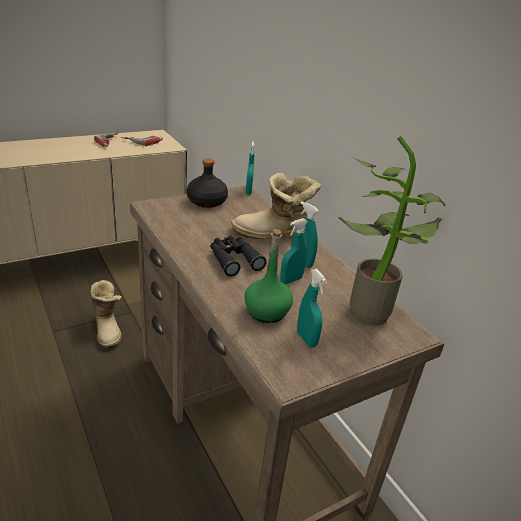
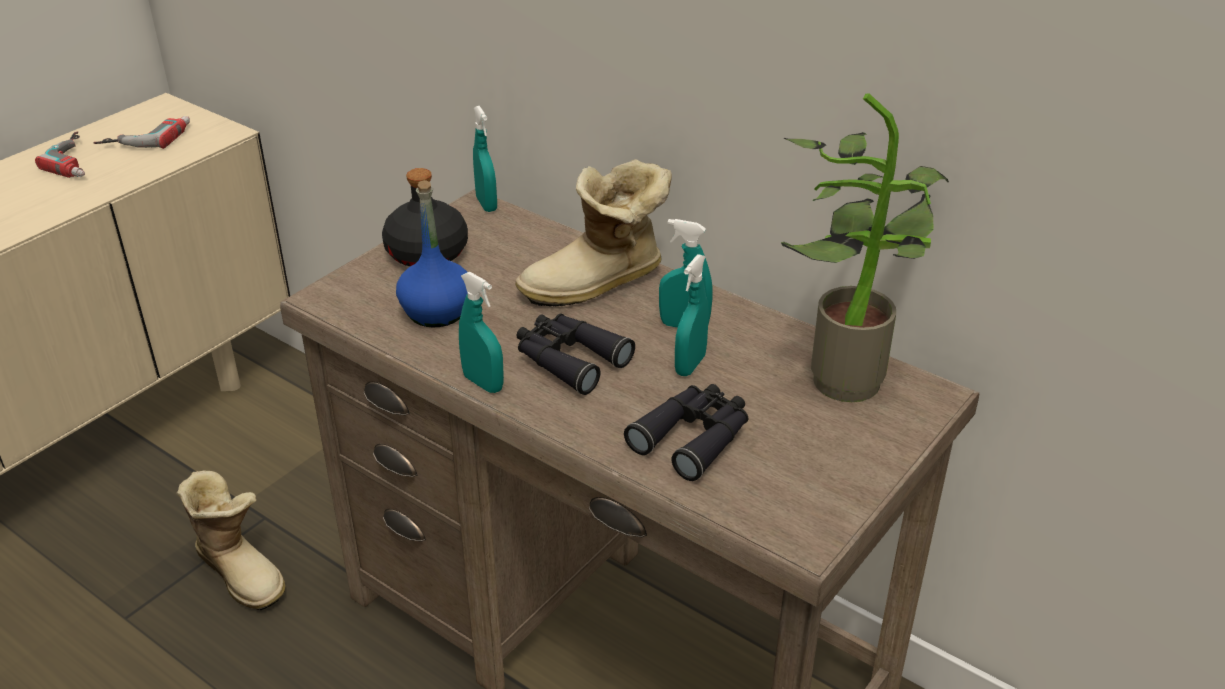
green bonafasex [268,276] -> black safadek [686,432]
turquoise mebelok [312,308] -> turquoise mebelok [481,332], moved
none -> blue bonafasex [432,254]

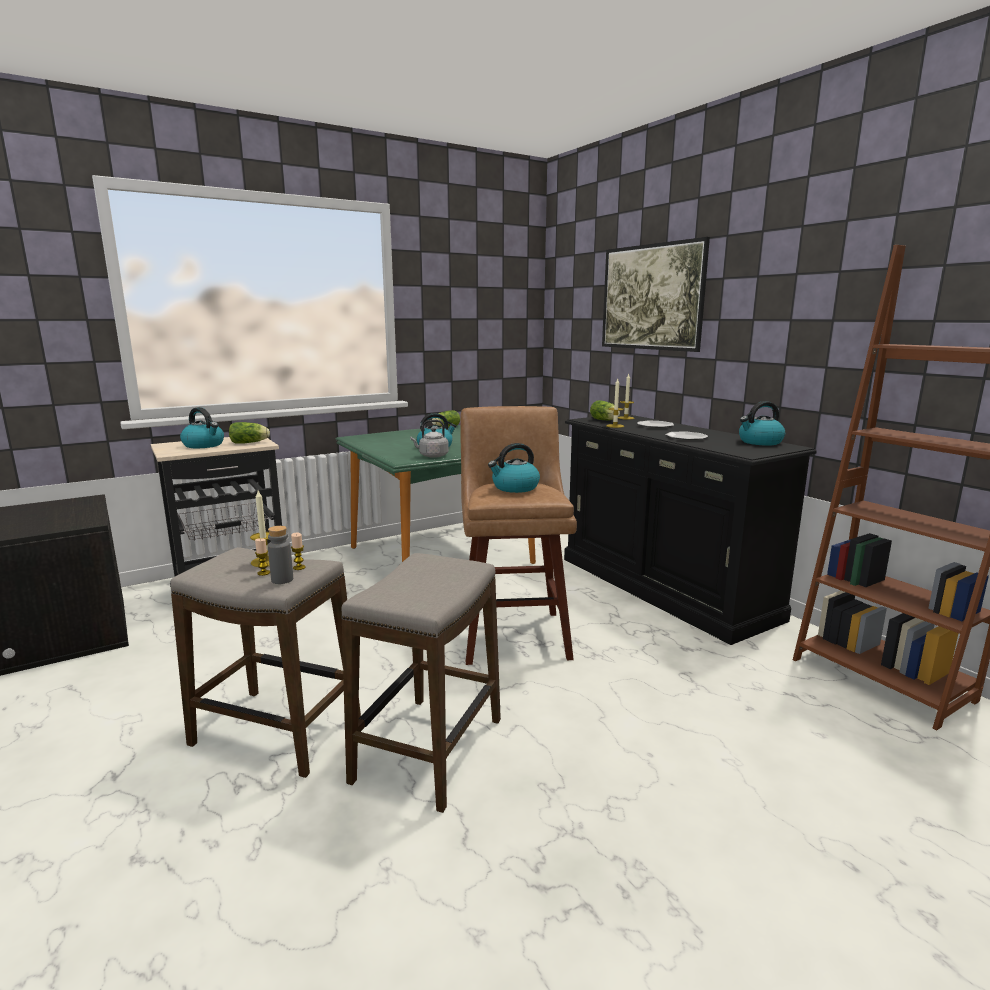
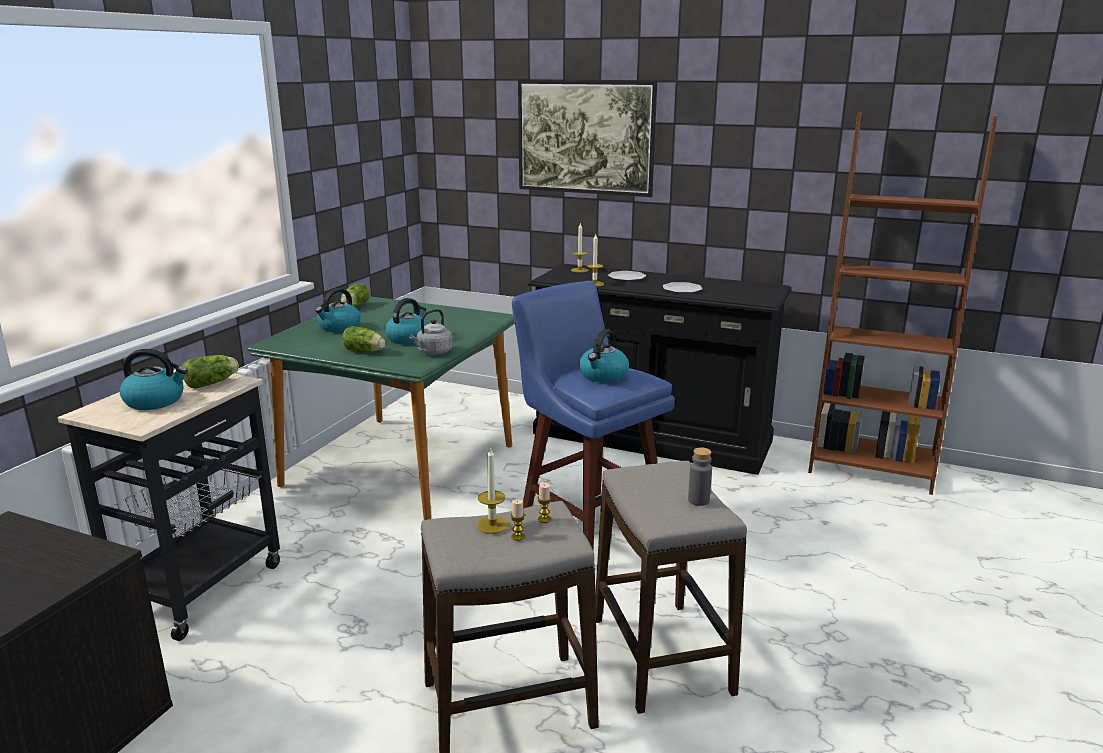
grey bonafasex [280,555] -> grey bonafasex [700,476], moved
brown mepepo [518,535] -> blue mepepo [593,415]
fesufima [605,410] -> fesufima [363,339], moved
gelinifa [762,423] -> gelinifa [338,310], moved

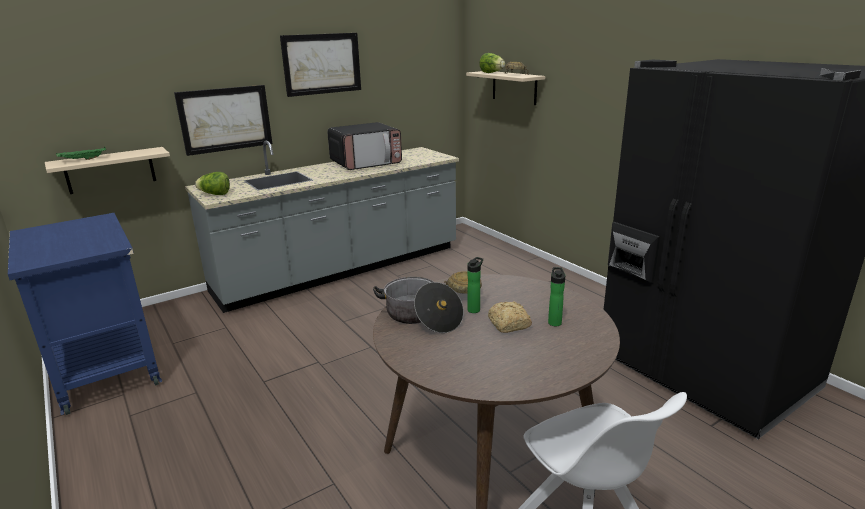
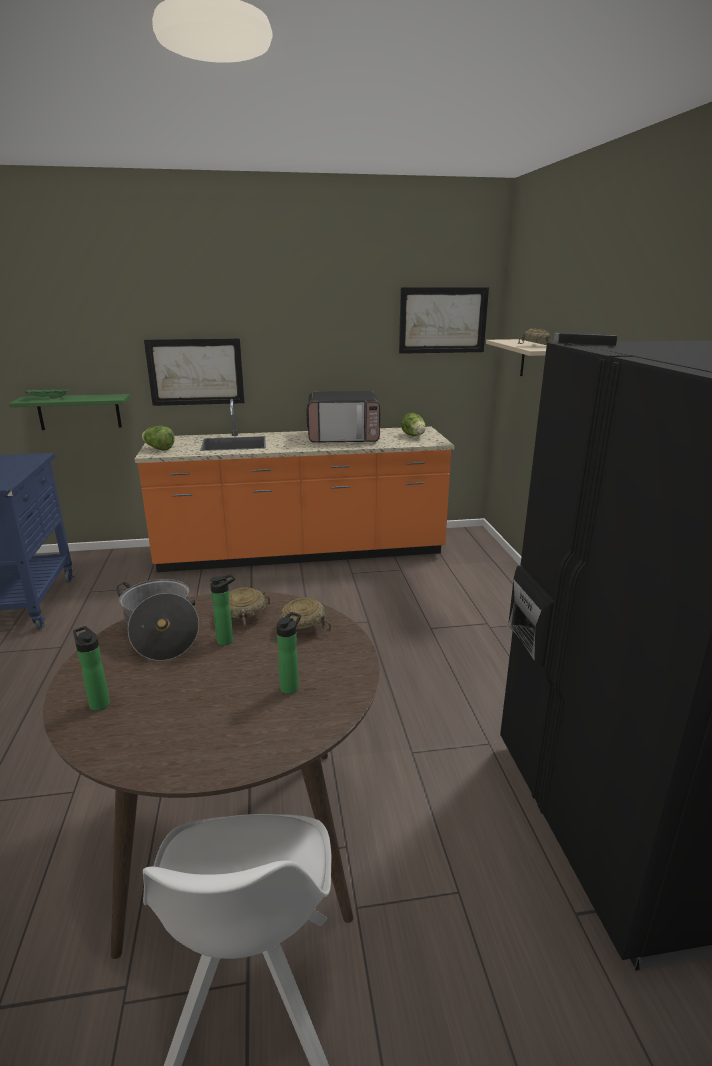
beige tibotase [107,170] -> green tibotase [69,412]
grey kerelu [322,227] -> orange kerelu [295,485]
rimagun [320,65] -> rimagun [444,320], moved
fesufima [492,63] -> fesufima [413,424], moved
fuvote [510,317] -> none
none -> bonafasex [91,668]
none -> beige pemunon [304,617]

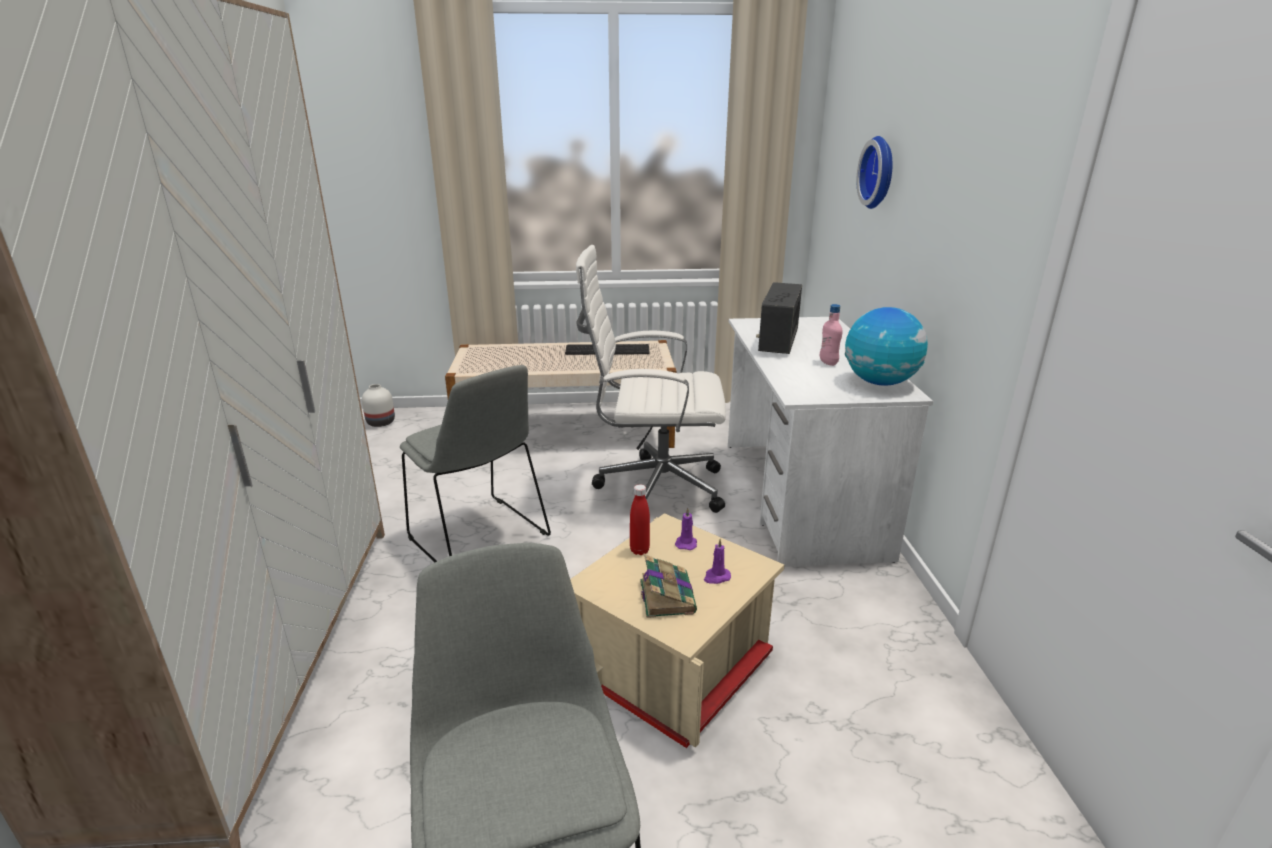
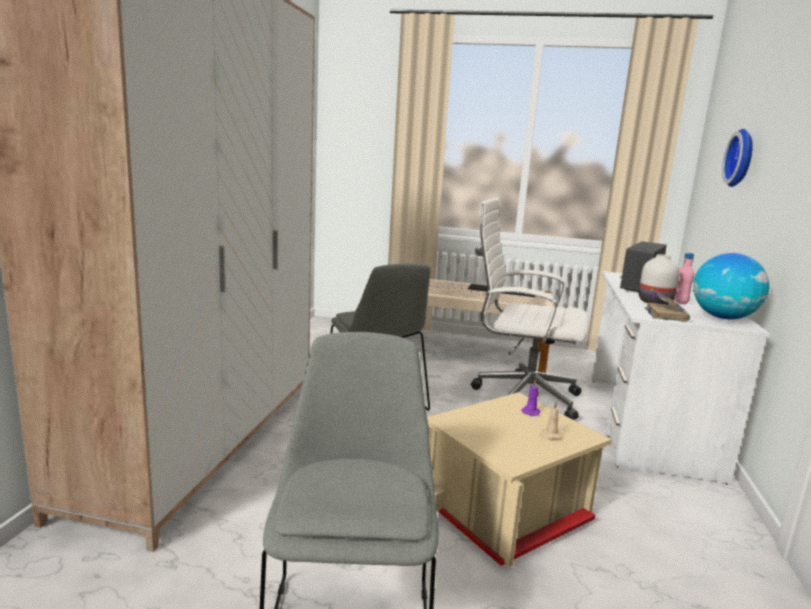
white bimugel [378,405] -> white bimugel [659,279], moved
red bonafasex [640,519] -> none
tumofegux [668,586] -> tumofegux [667,305], moved
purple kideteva [717,561] -> beige kideteva [551,420]

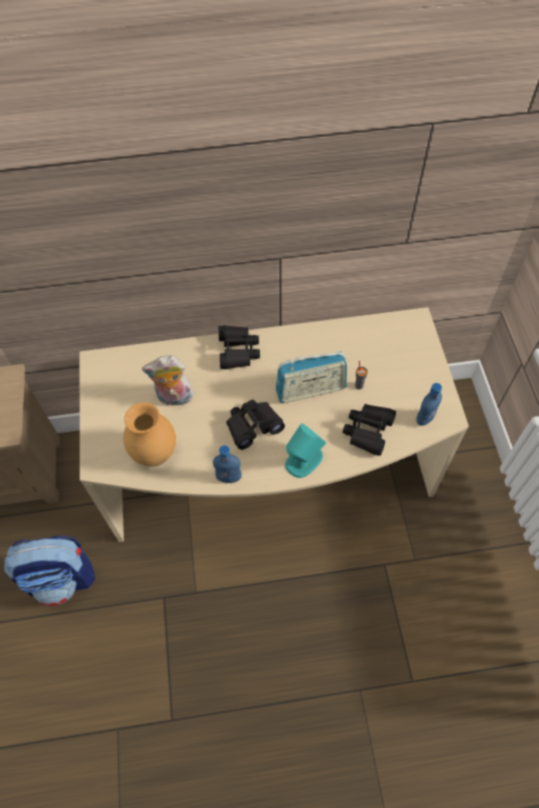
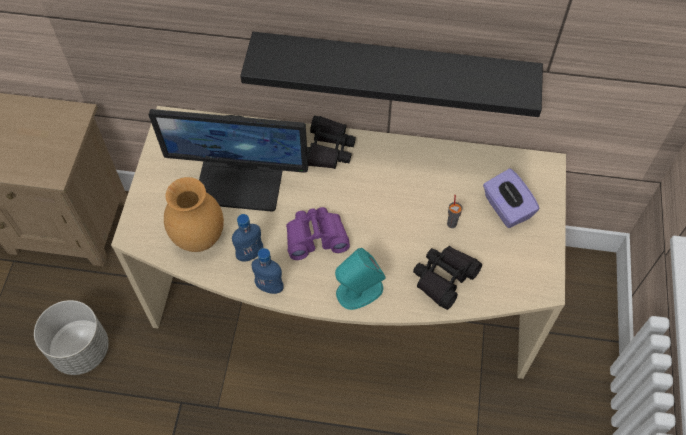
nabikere [49,571] -> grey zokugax [71,337]
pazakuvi [167,380] -> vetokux [228,160]
black safadek [255,425] -> purple safadek [318,233]
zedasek [311,377] -> none
blue bonafasex [429,404] -> blue bonafasex [247,238], moved
none -> black tibotase [391,74]
none -> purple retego [511,198]

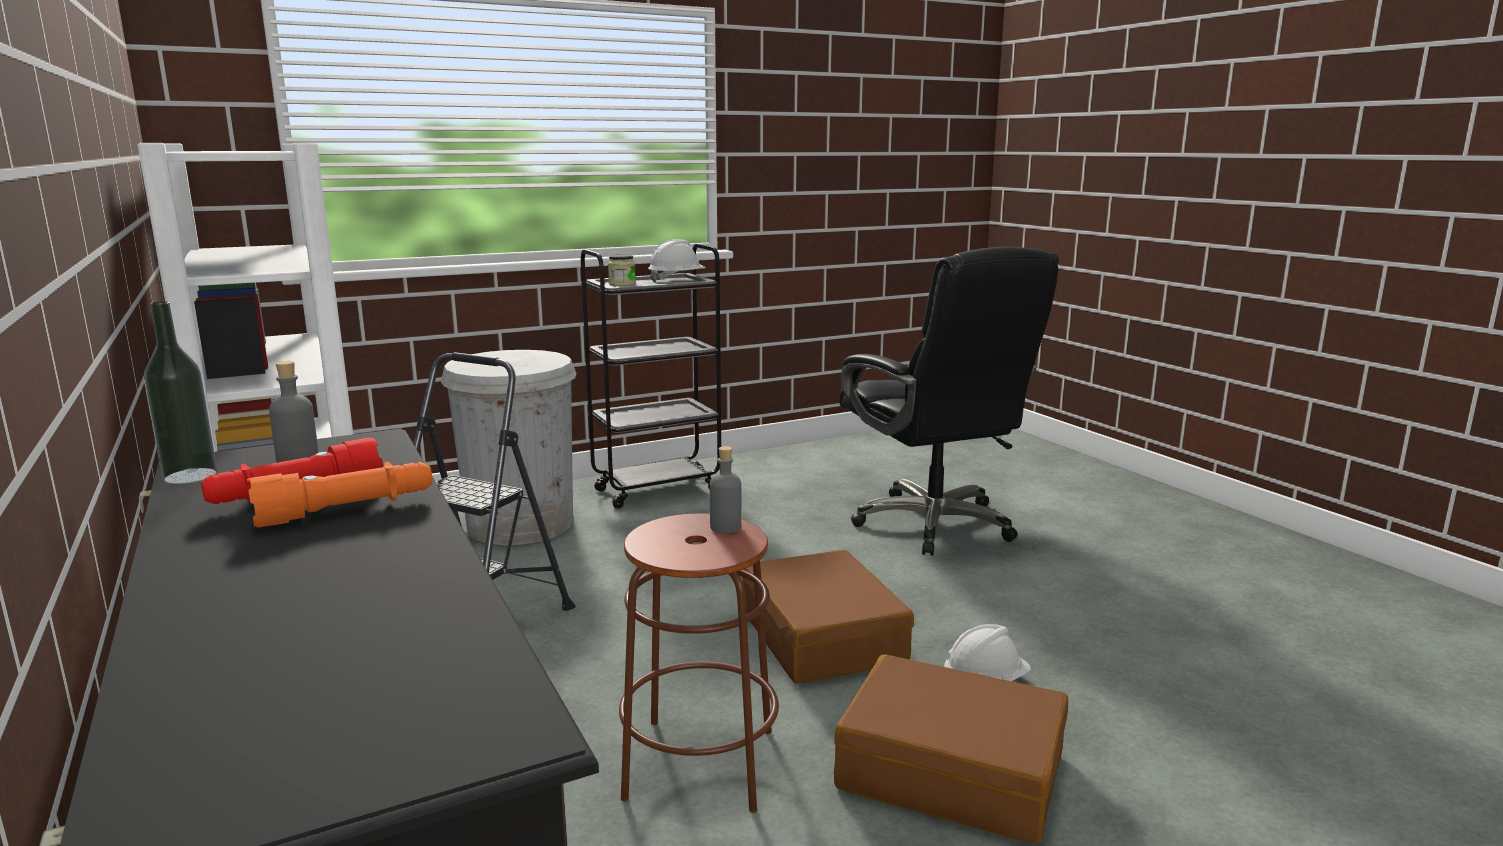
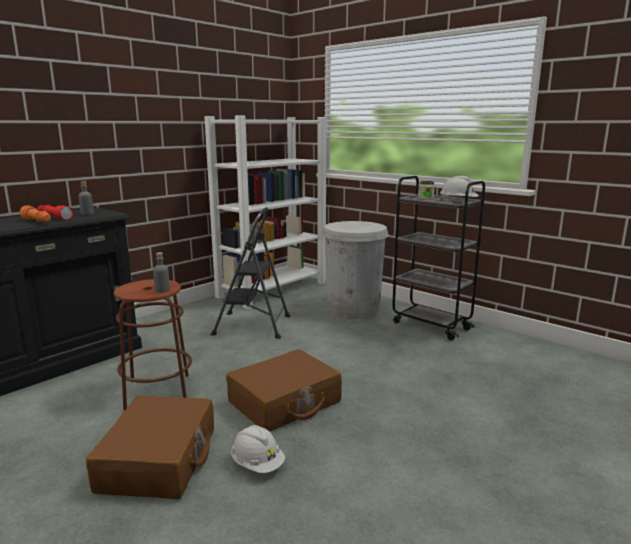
bonafasex [180,392] -> none
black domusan [949,401] -> none

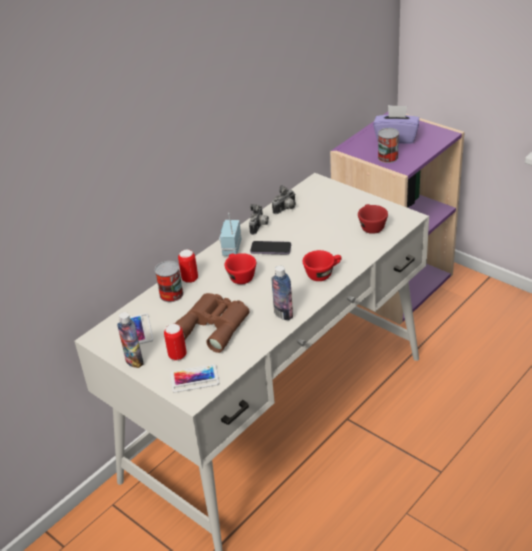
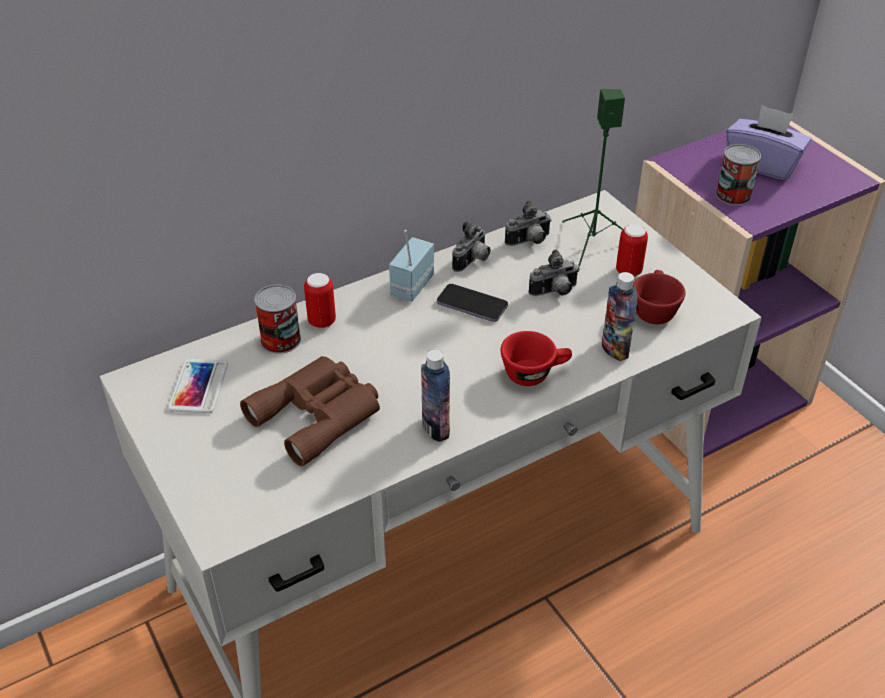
bonafasex [130,340] -> bonafasex [620,316], moved
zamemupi [175,342] -> zamemupi [632,250], moved
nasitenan [195,378] -> none
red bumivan [240,268] -> none
none -> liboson [554,272]
none -> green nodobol [593,179]

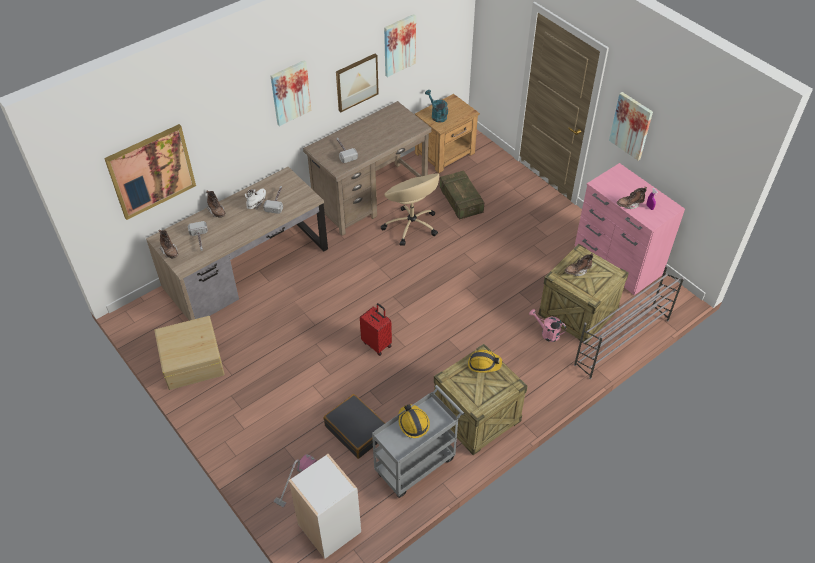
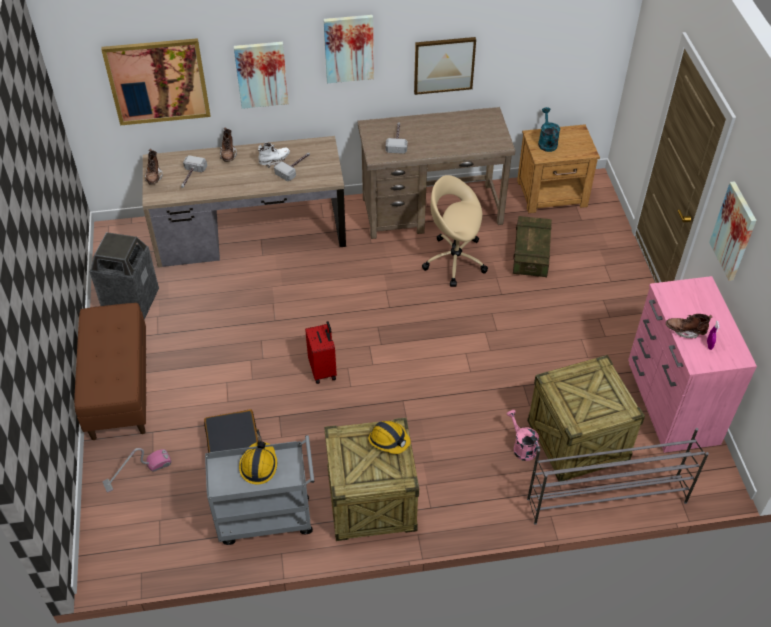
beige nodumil [189,353] -> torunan [124,276]
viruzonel [325,506] -> none
beige domusan [410,209] -> beige domusan [455,231], 105 degrees clockwise
rimagun [400,45] -> rimagun [261,75], moved
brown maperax [578,264] -> none
none -> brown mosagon [110,371]

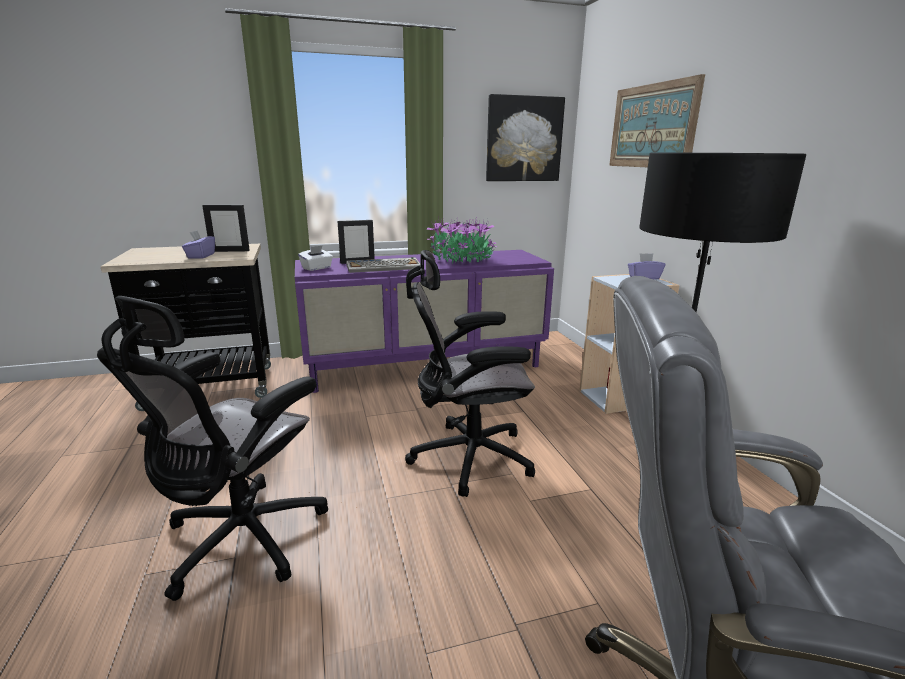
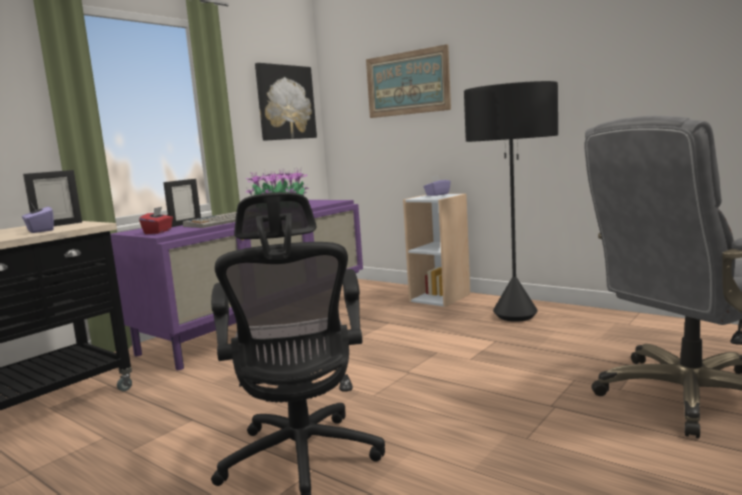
white retego [315,258] -> red retego [156,220]
domusan [470,373] -> none

